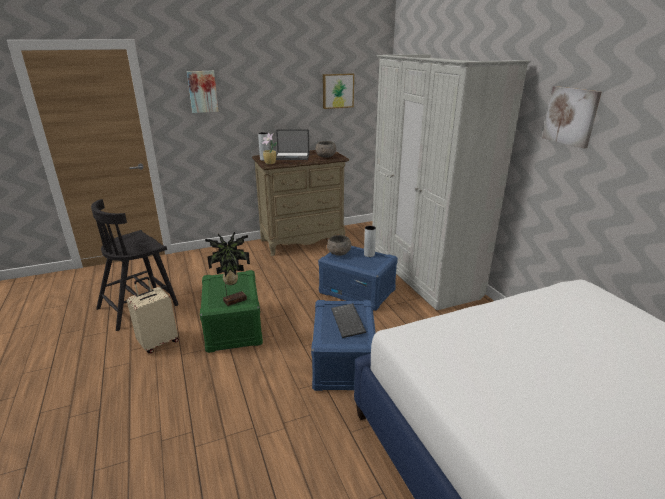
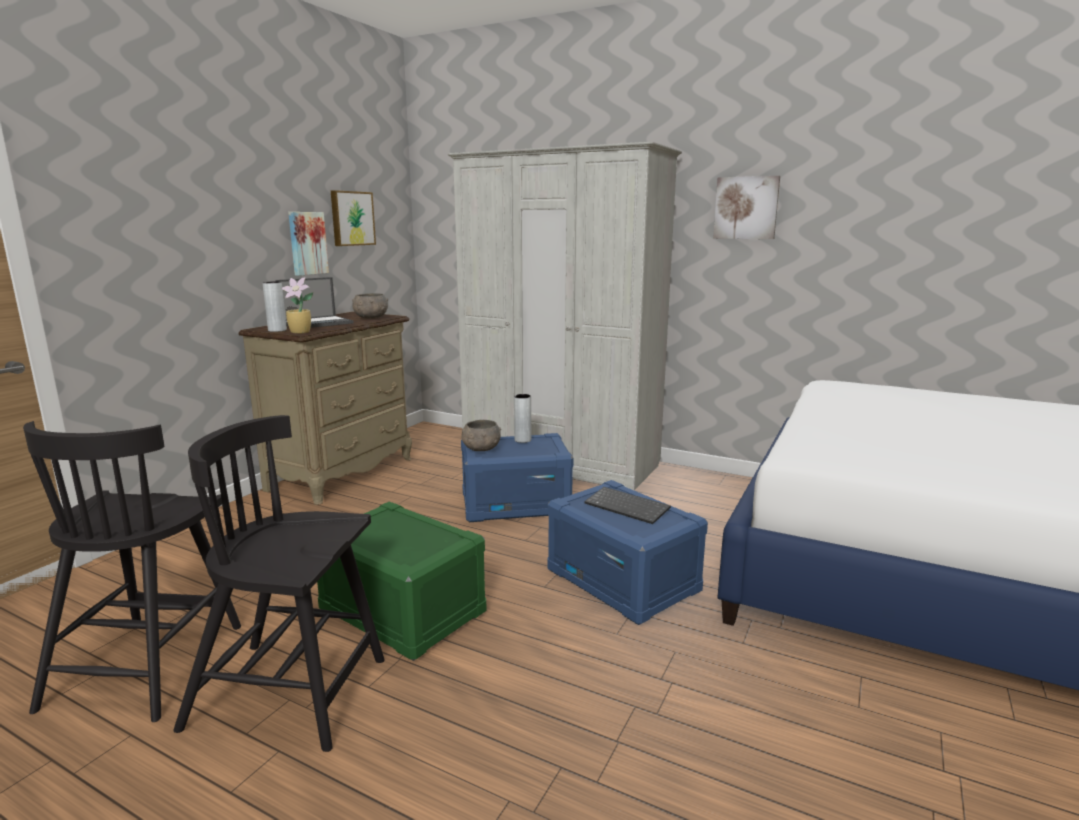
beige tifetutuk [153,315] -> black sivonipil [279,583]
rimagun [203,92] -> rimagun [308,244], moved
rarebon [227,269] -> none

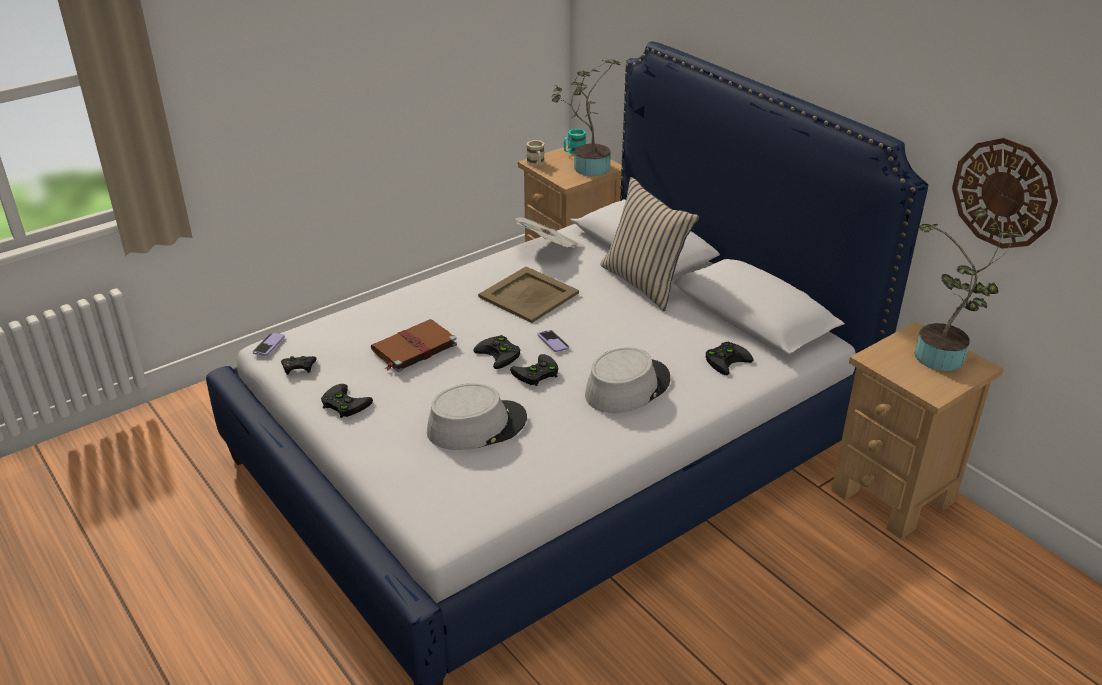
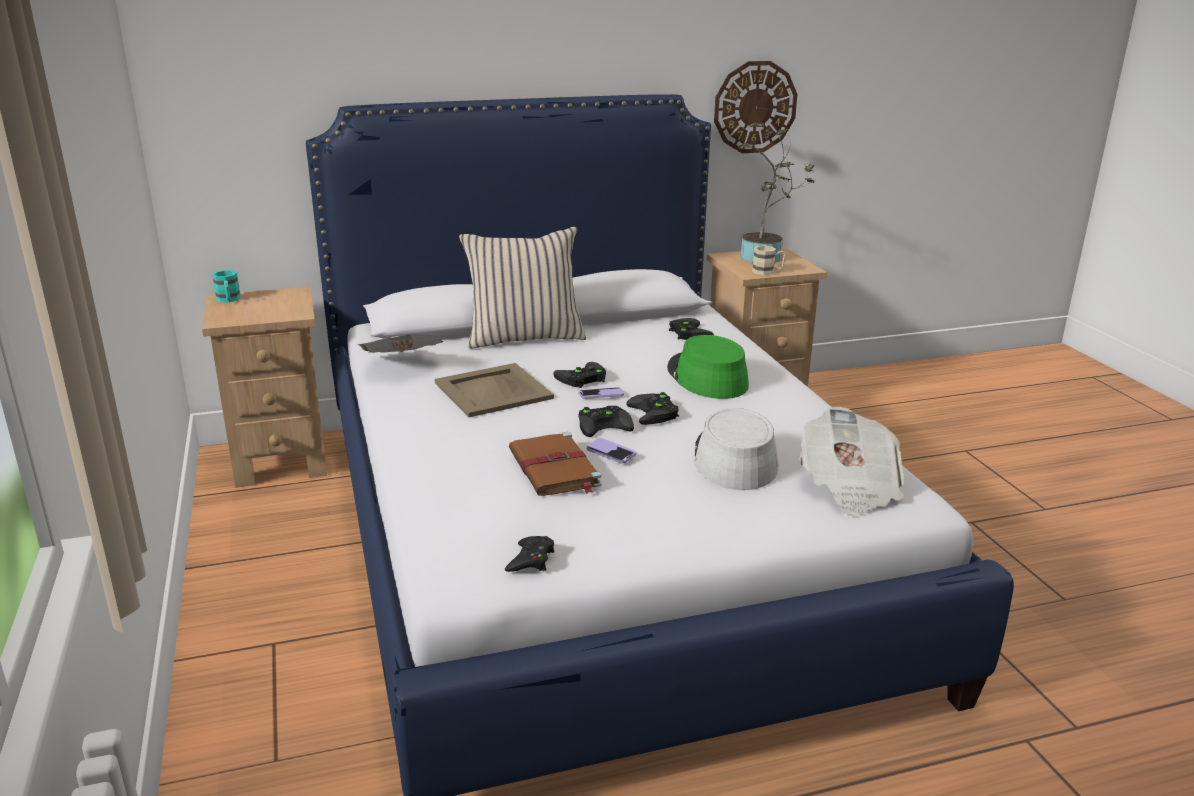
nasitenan [268,344] -> nasitenan [611,451], moved
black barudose [347,401] -> black barudose [580,375], moved
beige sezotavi [536,153] -> beige sezotavi [769,260], moved
rarebon [586,117] -> none
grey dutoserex [627,380] -> green dutoserex [708,367]
none -> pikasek [851,461]

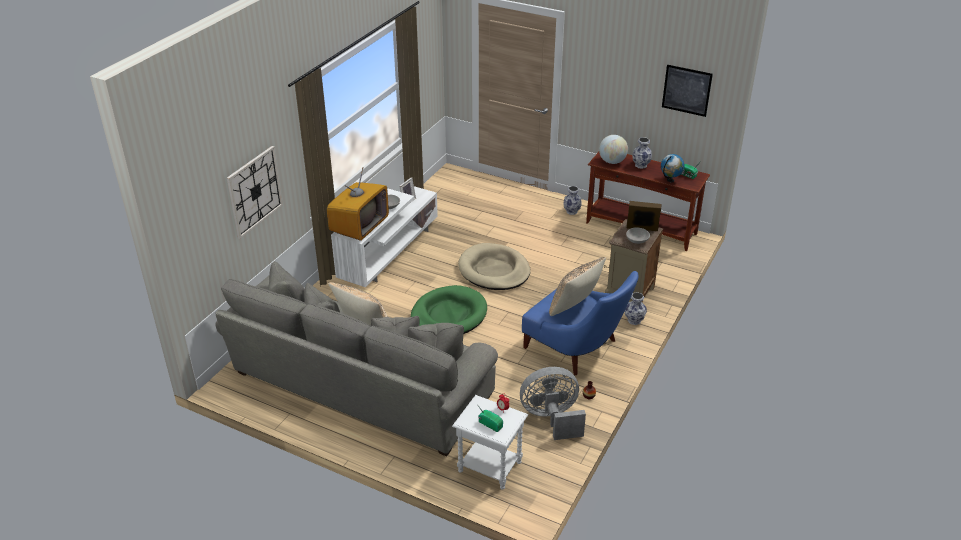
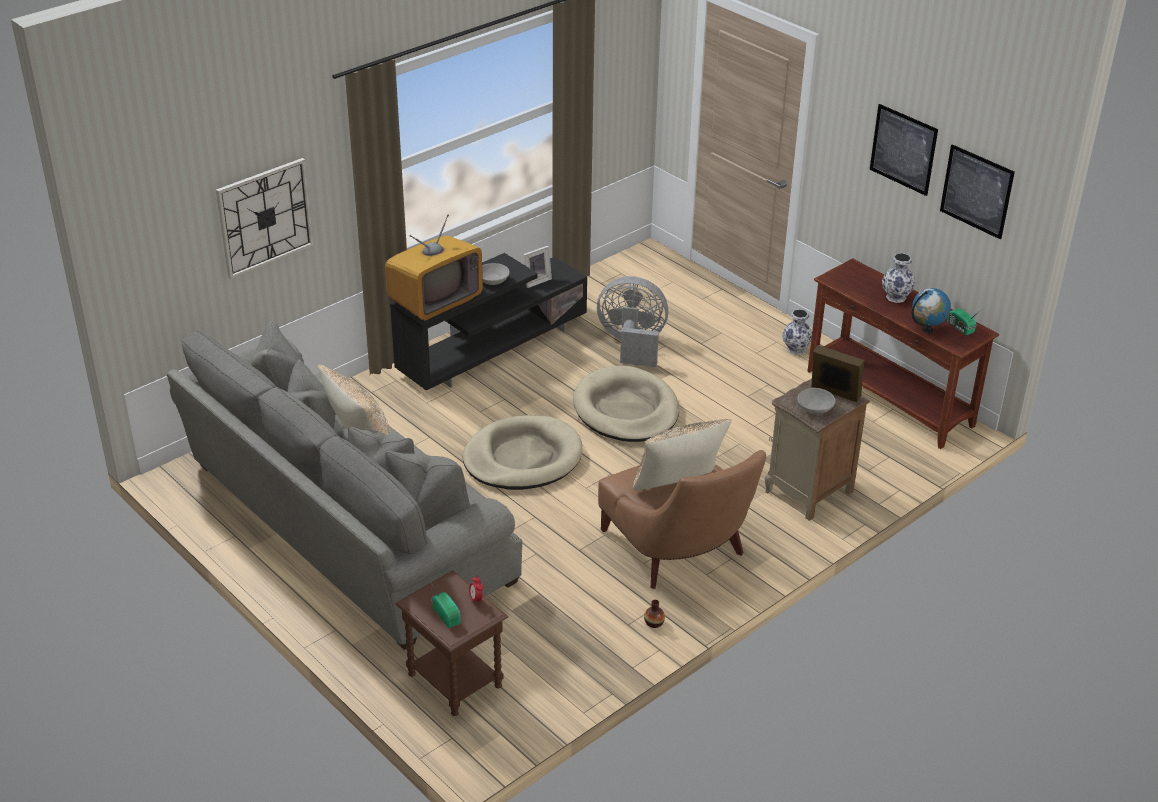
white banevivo [384,236] -> black banevivo [488,321]
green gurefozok [449,309] -> beige gurefozok [523,452]
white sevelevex [490,442] -> brown sevelevex [451,643]
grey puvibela [553,403] -> grey puvibela [632,321], moved
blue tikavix [580,323] -> brown tikavix [682,519]
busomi [613,149] -> none
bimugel [636,308] -> none
none -> rimagun [904,150]

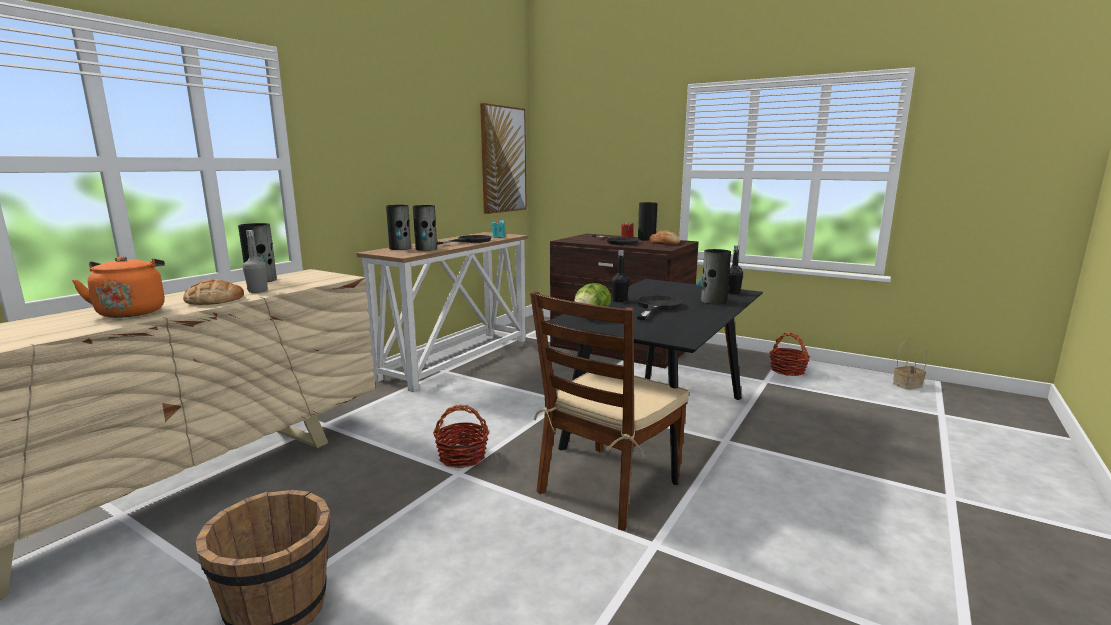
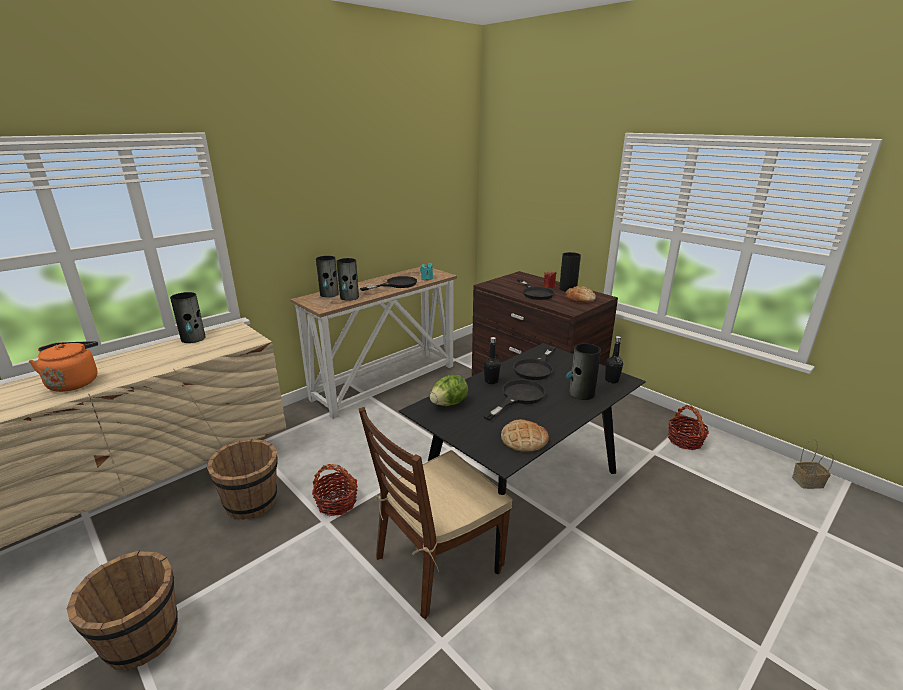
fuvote [213,292] -> fuvote [525,435], moved
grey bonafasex [255,261] -> none
rimagun [503,158] -> none
none -> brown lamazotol [242,479]
none -> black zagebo [534,363]

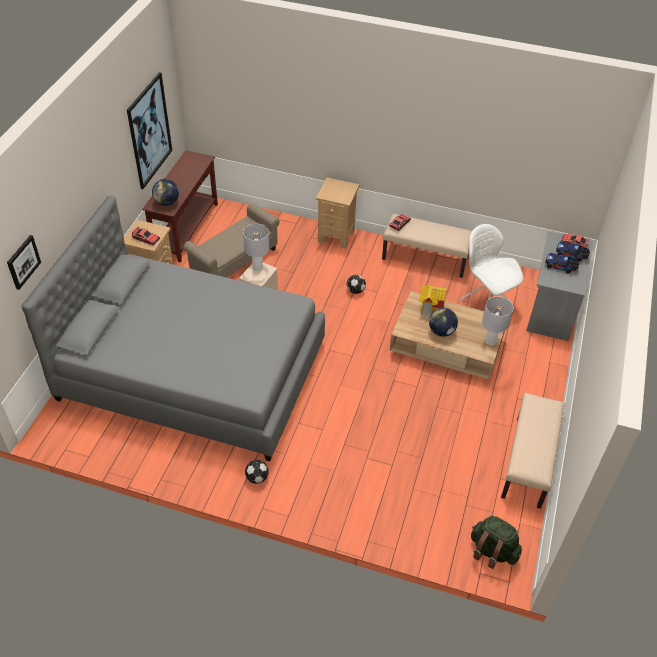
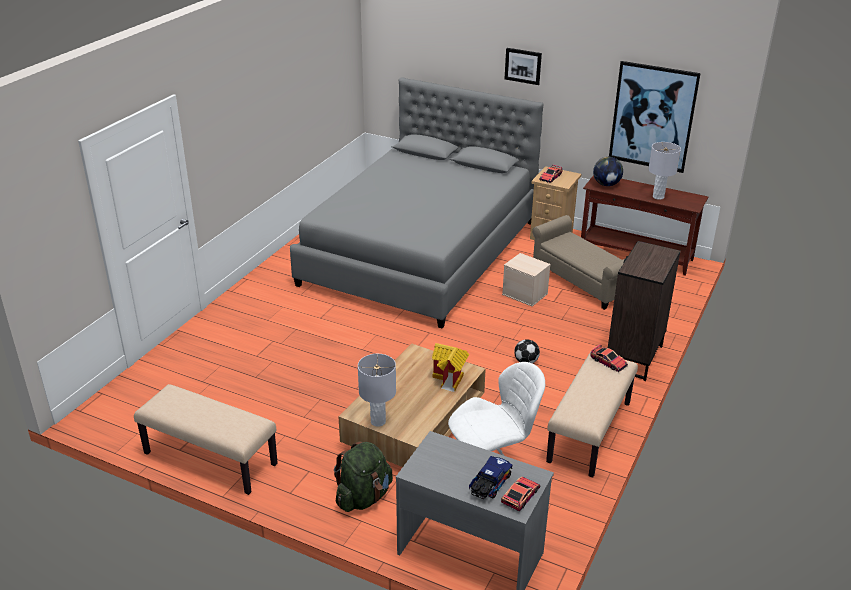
rimagun [24,262] -> rimagun [523,66], moved
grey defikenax [256,247] -> grey defikenax [664,171], moved
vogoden [257,472] -> none
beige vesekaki [338,213] -> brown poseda [644,311]
busomi [443,322] -> none
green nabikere [496,542] -> green nabikere [363,476], moved
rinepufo [562,263] -> none

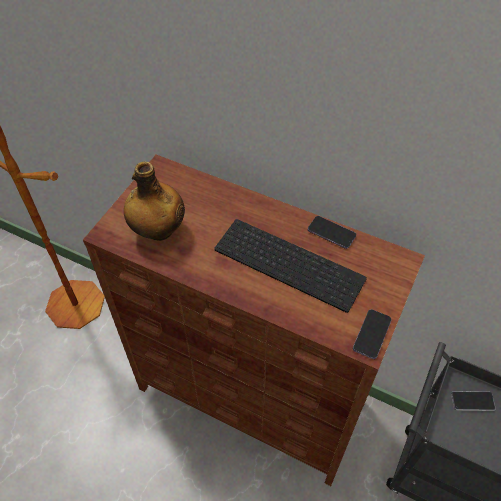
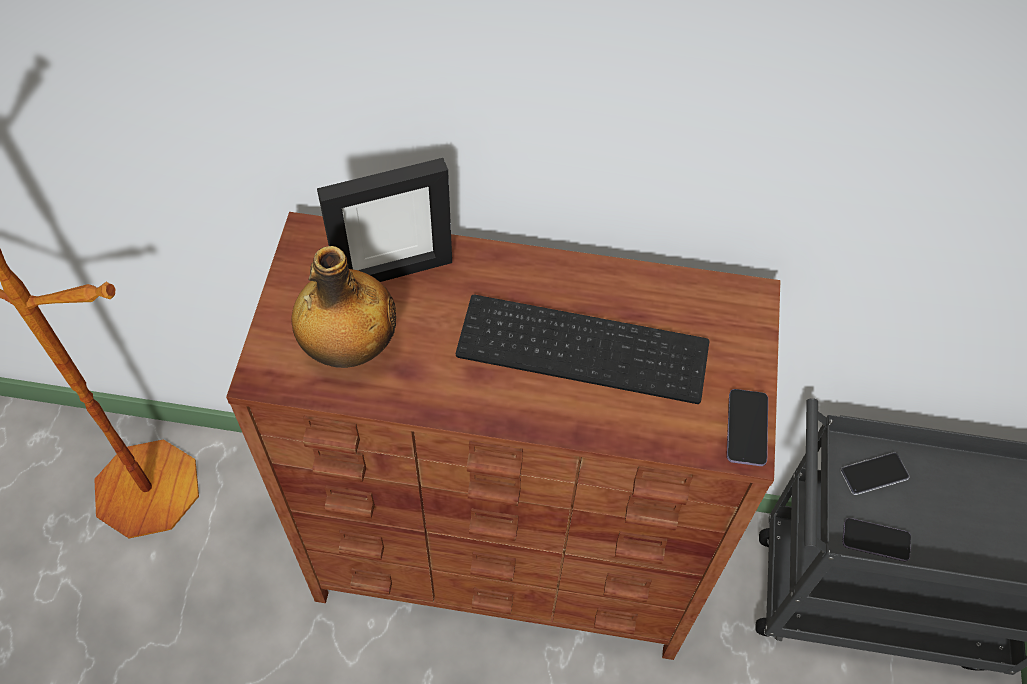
nasitenan [332,232] -> nasitenan [876,539], moved
none -> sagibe [384,220]

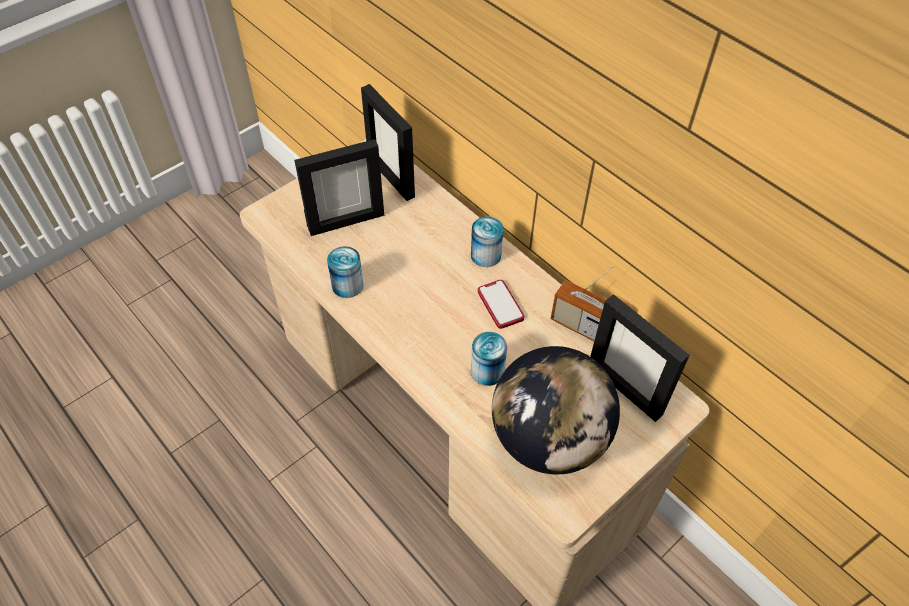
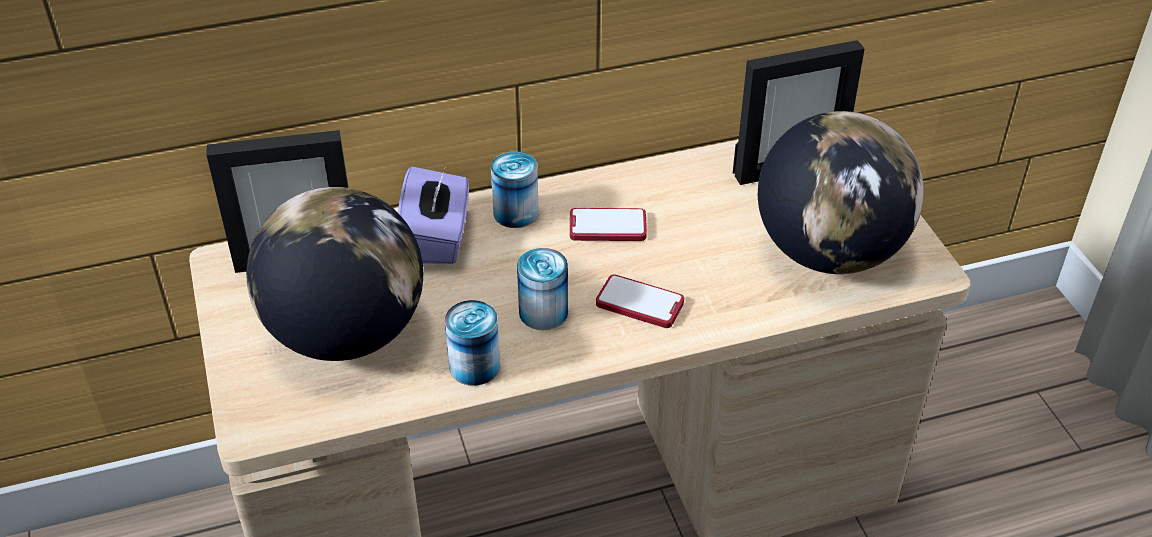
sagibe [339,187] -> busomi [334,274]
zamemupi [489,359] -> zamemupi [542,289], moved
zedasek [582,303] -> none
none -> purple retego [433,215]
none -> nasitenan [640,301]

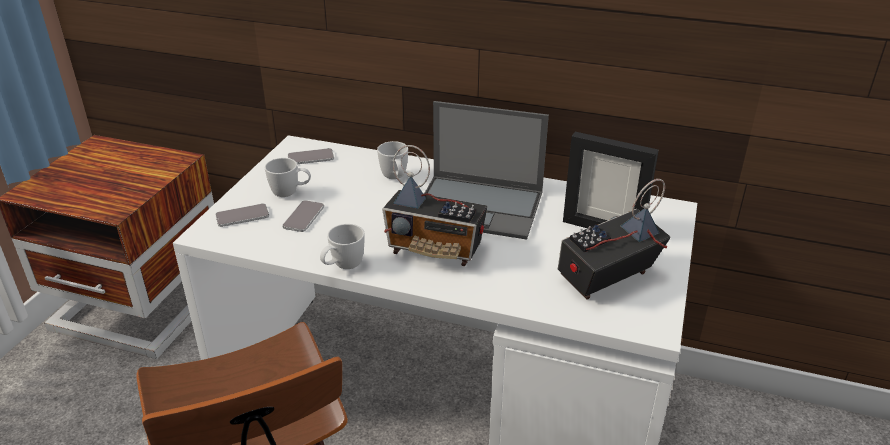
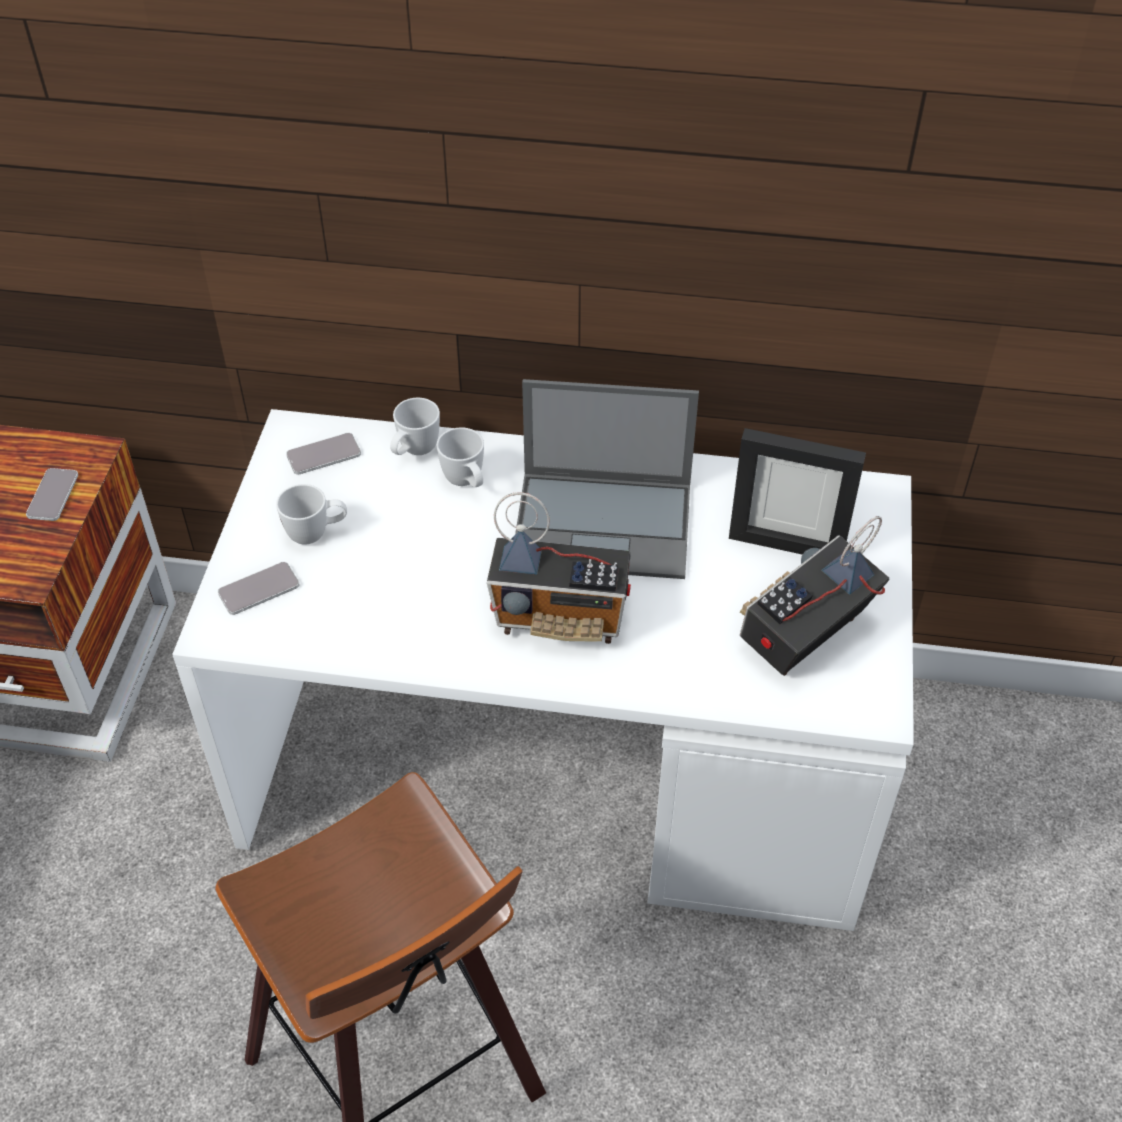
nasitenan [303,216] -> nasitenan [52,494], moved
white sezotavi [342,246] -> white sezotavi [415,426], moved

